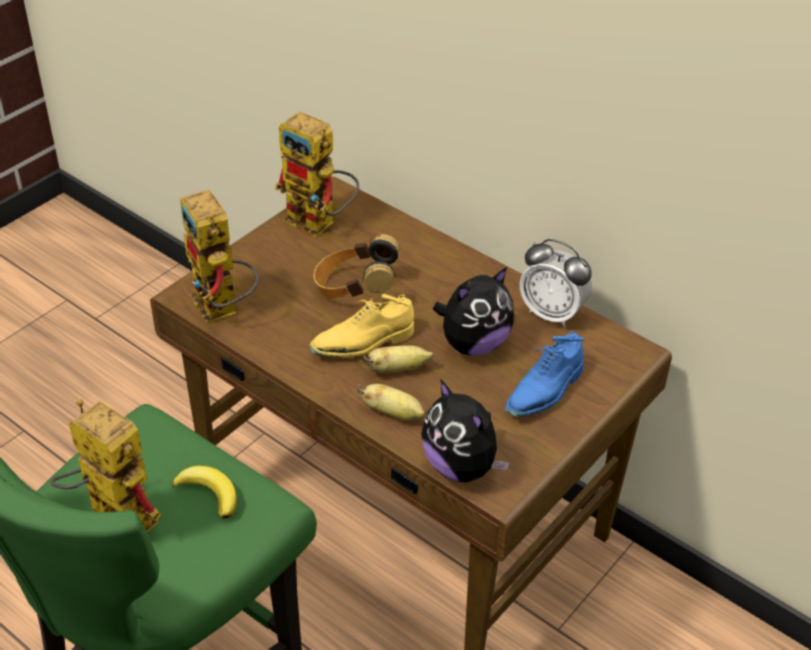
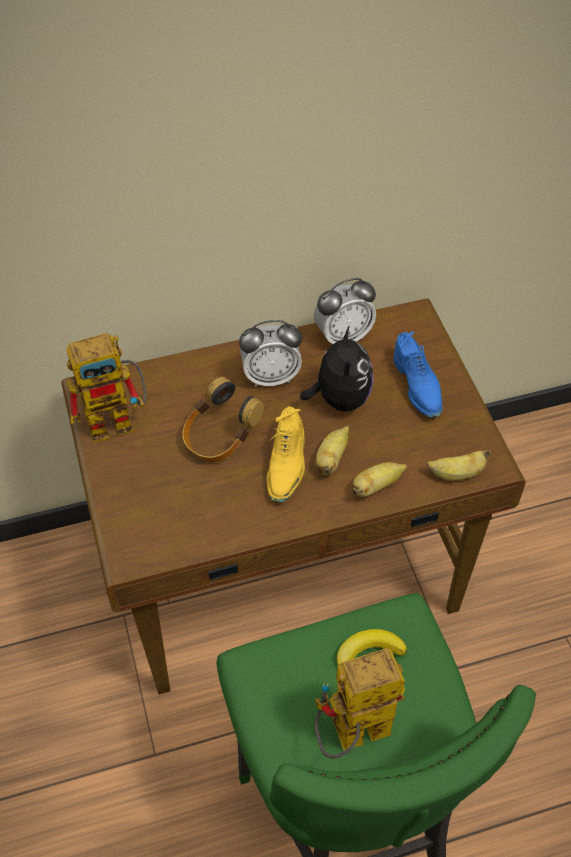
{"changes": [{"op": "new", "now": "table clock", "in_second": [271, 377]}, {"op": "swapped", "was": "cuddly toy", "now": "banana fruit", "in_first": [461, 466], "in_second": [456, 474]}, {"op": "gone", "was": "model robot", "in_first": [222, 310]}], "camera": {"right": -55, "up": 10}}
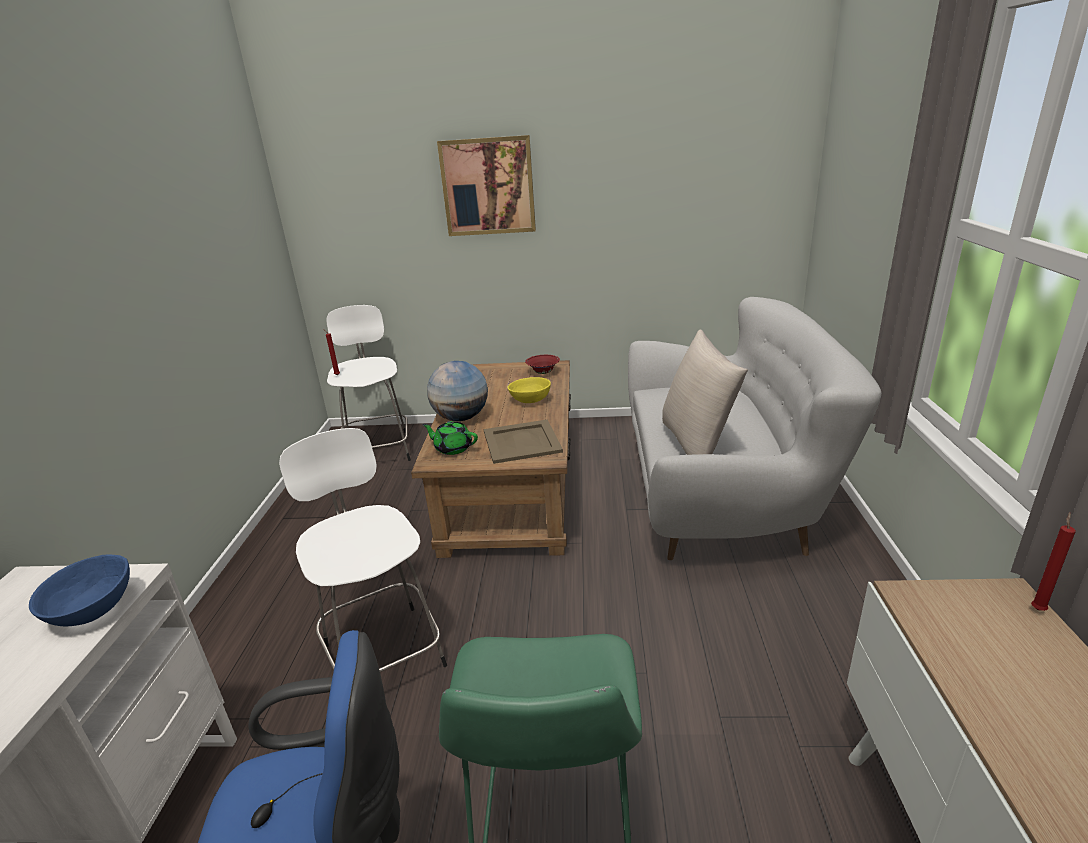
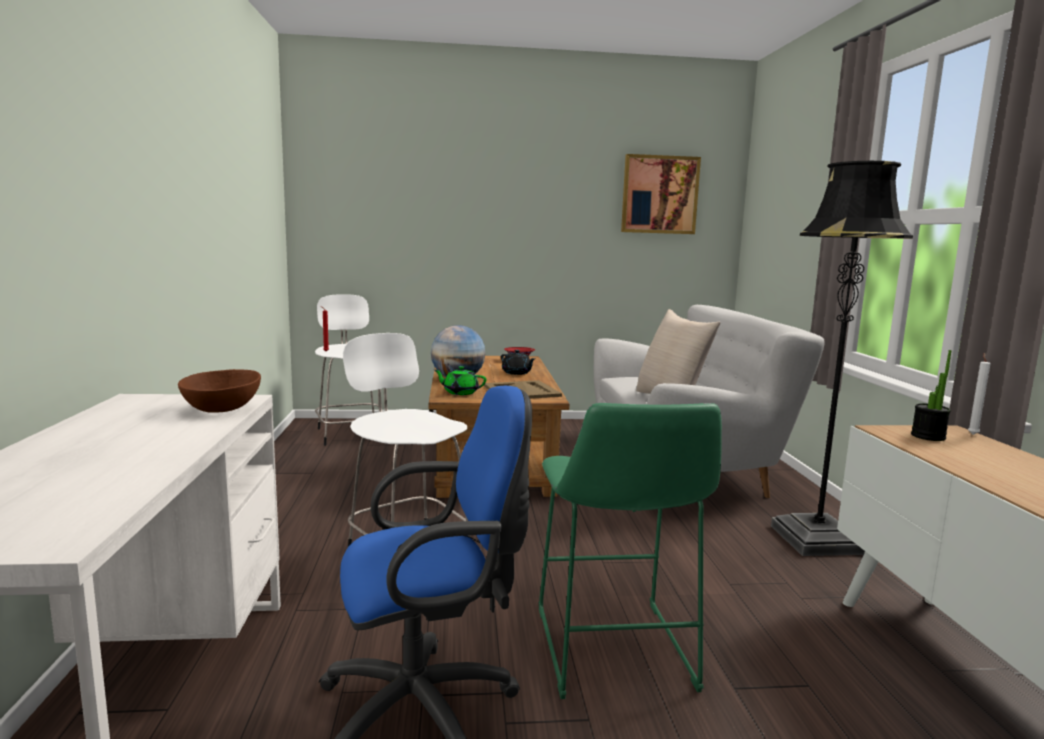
{"changes": [{"op": "repainted", "was": "deep dish (blue-coloured)", "now": "deep dish (brownish)", "in_first": [93, 609], "in_second": [222, 408]}, {"op": "swapped", "was": "deep dish (yellowish)", "now": "tea pot (black-coloured)", "in_first": [531, 400], "in_second": [517, 373]}, {"op": "shifted", "was": "wall picture", "in_first": [488, 186], "in_second": [659, 195]}, {"op": "new", "now": "standing lamp (black-coloured)", "in_second": [817, 540]}, {"op": "new", "now": "plant in a pot", "in_second": [928, 436]}, {"op": "repainted", "was": "candle (reddish)", "now": "candle (white)", "in_first": [1037, 608], "in_second": [972, 434]}], "camera": {"right": -10, "up": -15}}
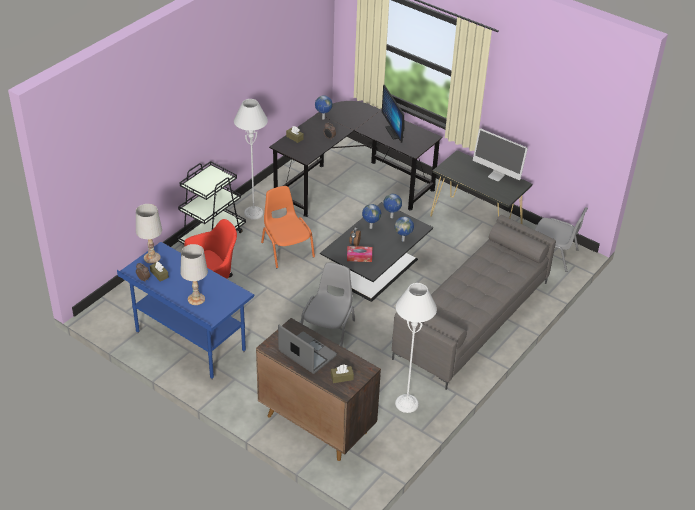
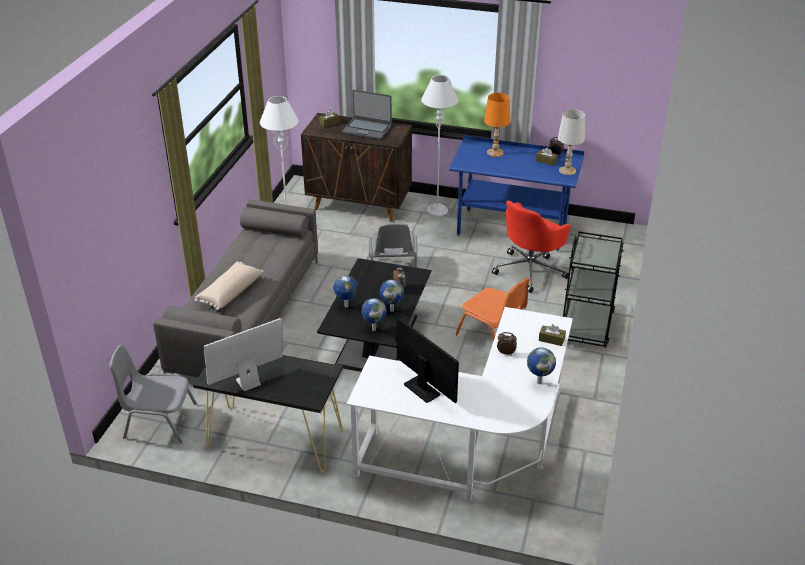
{"changes": [{"op": "new", "now": "cushion (beige)", "in_second": [229, 292]}, {"op": "rotated", "was": "computer screen", "in_first": [496, 176], "in_second": [248, 382], "clockwise": -45}, {"op": "repainted", "was": "desk table (black-coloured)", "now": "desk table (white)", "in_first": [352, 184], "in_second": [476, 449]}, {"op": "shifted", "was": "standing lamp (gray)", "in_first": [253, 213], "in_second": [437, 210]}, {"op": "repainted", "was": "table lamp (white)", "now": "table lamp (orangey)", "in_first": [196, 299], "in_second": [495, 153]}, {"op": "gone", "was": "box of tissues", "in_first": [359, 257]}], "camera": {"right": 160, "up": -5}}
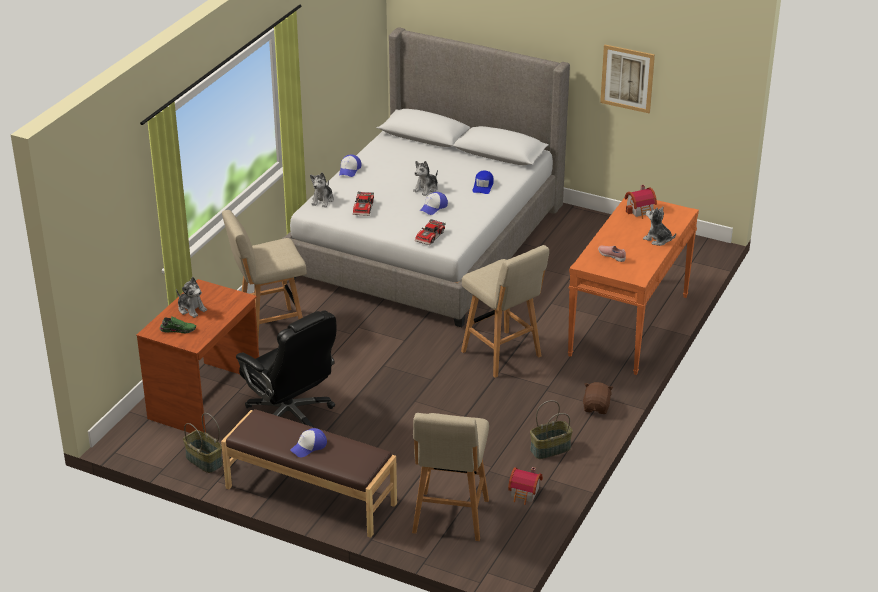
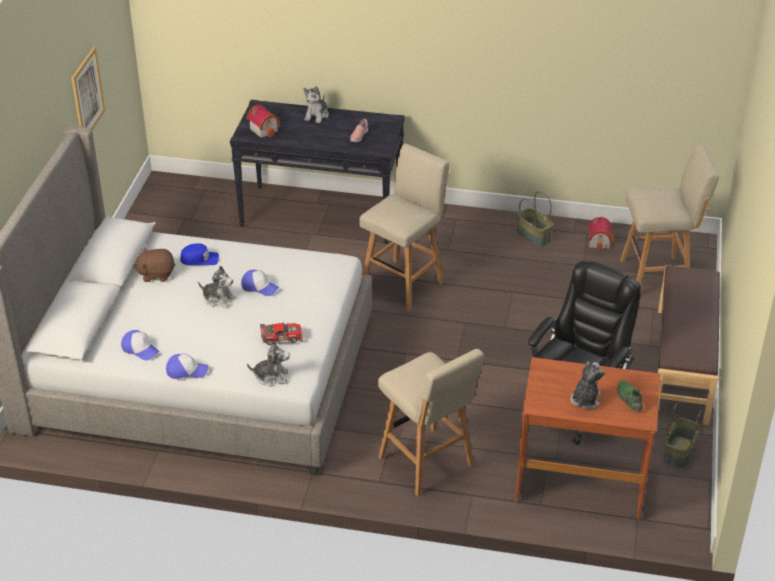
{"changes": [{"op": "shifted", "was": "peaked cap", "in_first": [309, 447], "in_second": [140, 349]}, {"op": "shifted", "was": "cuddly toy (brownish)", "in_first": [596, 407], "in_second": [156, 274]}, {"op": "repainted", "was": "narrow table (orangey)", "now": "narrow table (black-coloured)", "in_first": [629, 326], "in_second": [322, 214]}, {"op": "gone", "was": "toy car", "in_first": [431, 236]}], "camera": {"right": -105, "up": 5}}
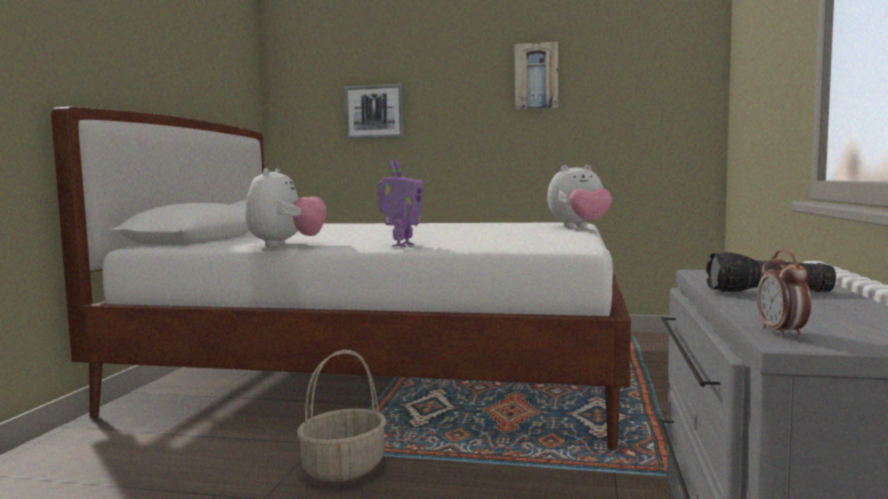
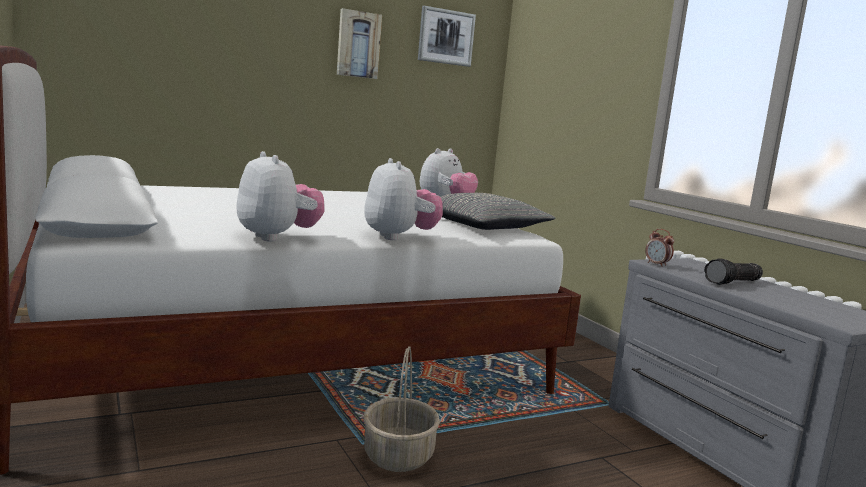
{"changes": [{"op": "swapped", "was": "model robot", "now": "cuddly toy", "in_first": [401, 245], "in_second": [399, 237]}, {"op": "shifted", "was": "wall picture", "in_first": [374, 112], "in_second": [446, 37]}, {"op": "new", "now": "cushion (gray)", "in_second": [483, 225]}, {"op": "shifted", "was": "table clock", "in_first": [782, 333], "in_second": [657, 264]}], "camera": {"right": -40, "up": 5}}
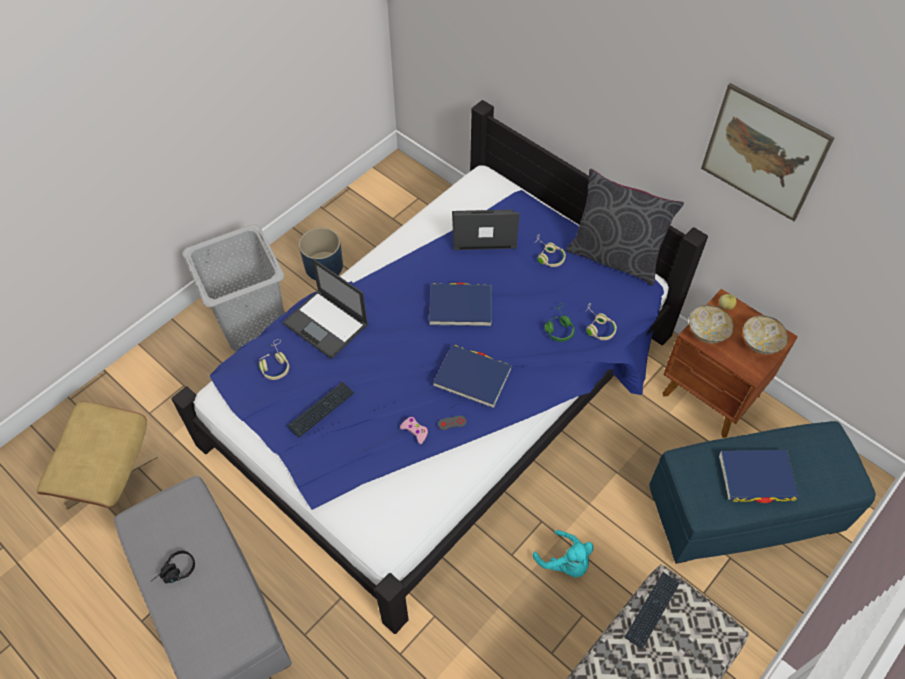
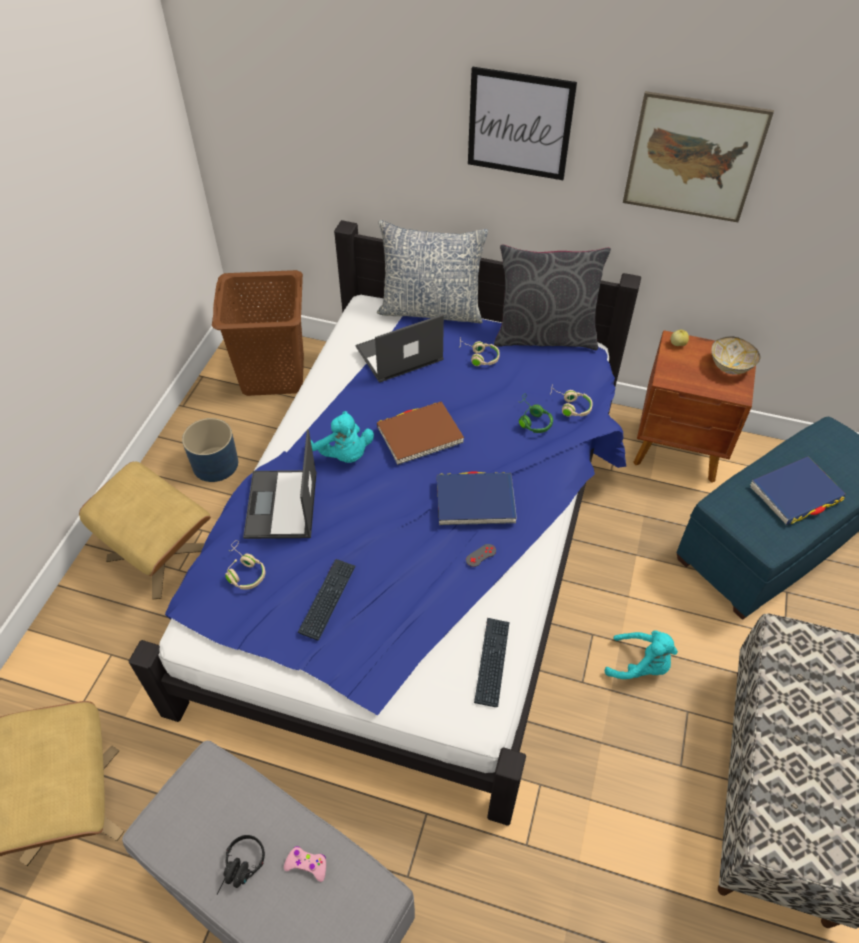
{"changes": [{"op": "swapped", "was": "laundry basket (gray)", "now": "ottoman (beige)", "in_first": [252, 322], "in_second": [161, 553]}, {"op": "new", "now": "laundry basket (brownish)", "in_second": [272, 374]}, {"op": "rotated", "was": "laptop", "in_first": [326, 324], "in_second": [281, 506], "clockwise": 75}, {"op": "shifted", "was": "joypad (pink-coloured)", "in_first": [415, 431], "in_second": [307, 864]}, {"op": "new", "now": "cuddly toy (blue-green)", "in_second": [344, 455]}, {"op": "new", "now": "cushion", "in_second": [431, 309]}, {"op": "repainted", "was": "bound book (blue-coloured)", "now": "bound book (brownish)", "in_first": [460, 307], "in_second": [420, 435]}, {"op": "new", "now": "wall picture", "in_second": [519, 124]}, {"op": "shifted", "was": "computer keyboard", "in_first": [652, 610], "in_second": [492, 662]}, {"op": "gone", "was": "deep dish", "in_first": [707, 333]}], "camera": {"right": -25, "up": -5}}
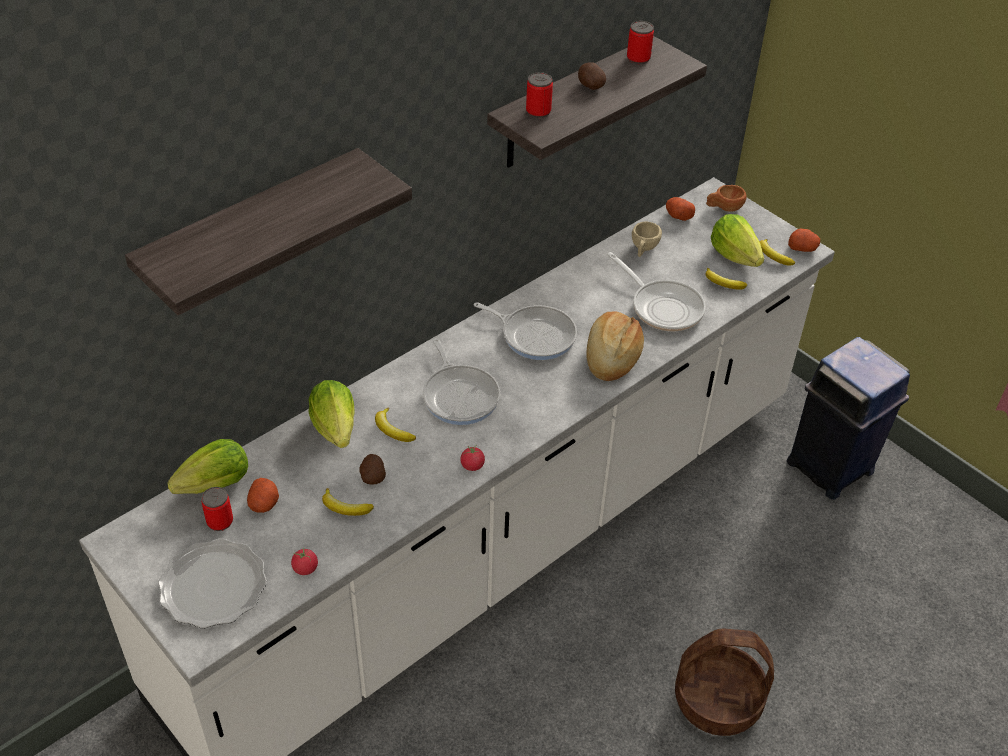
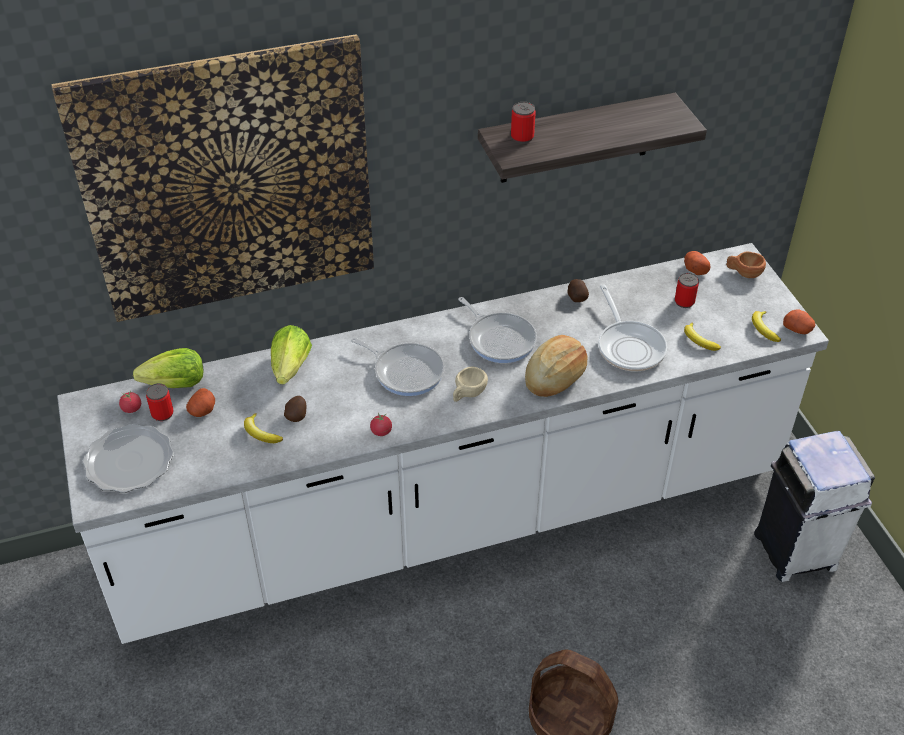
{"changes": [{"op": "swapped", "was": "shelf", "now": "wall picture", "in_first": [252, 233], "in_second": [229, 182]}, {"op": "shifted", "was": "whole tomato", "in_first": [305, 568], "in_second": [132, 408]}, {"op": "rotated", "was": "frying pan", "in_first": [460, 395], "in_second": [406, 371], "clockwise": -60}, {"op": "shifted", "was": "small cup (beige)", "in_first": [643, 249], "in_second": [468, 394]}, {"op": "shifted", "was": "whole potato", "in_first": [590, 86], "in_second": [576, 297]}, {"op": "shifted", "was": "sealed can", "in_first": [638, 58], "in_second": [684, 302]}, {"op": "repainted", "was": "trash can (blue-coloured)", "now": "trash can (white)", "in_first": [831, 468], "in_second": [795, 552]}, {"op": "gone", "was": "banana fruit", "in_first": [392, 430]}, {"op": "gone", "was": "head of lettuce", "in_first": [734, 255]}], "camera": {"right": 25, "up": 0}}
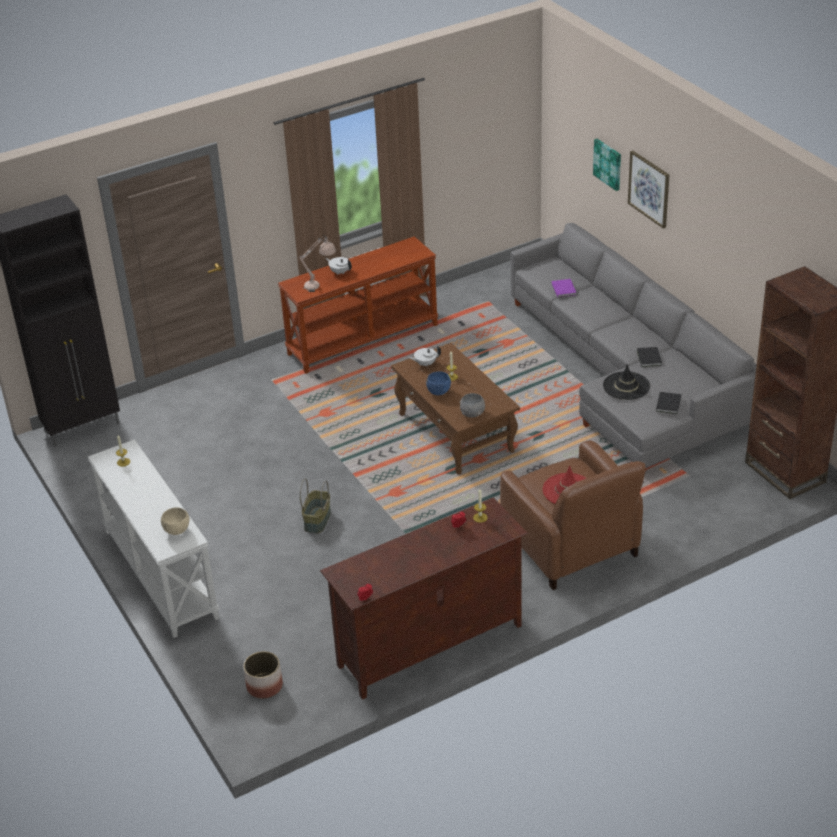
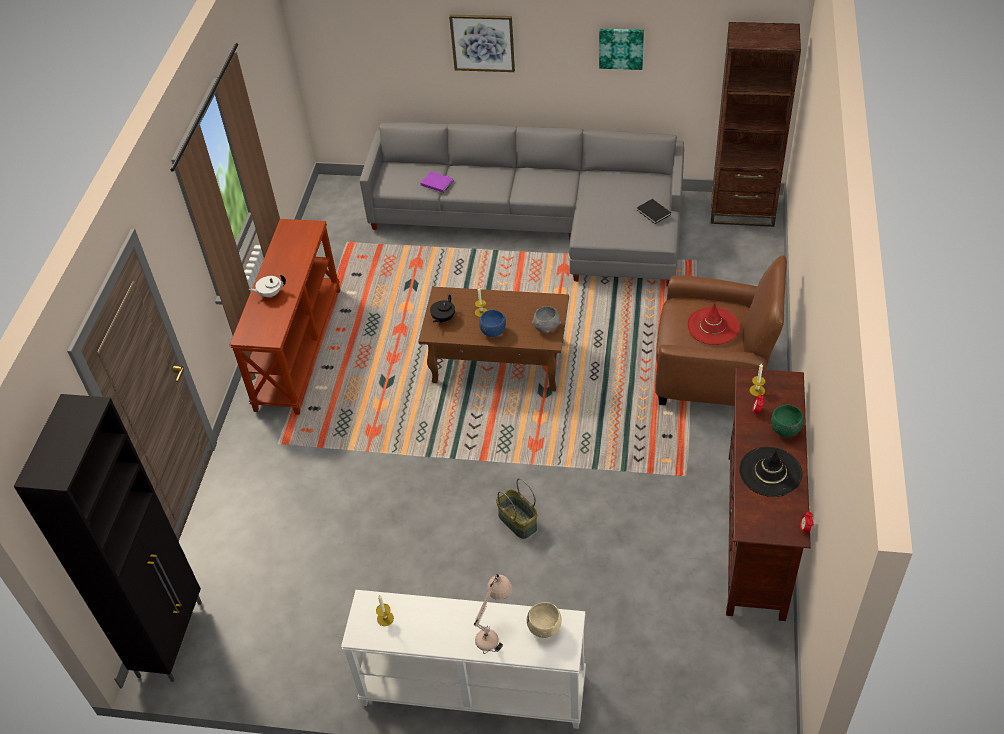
{"changes": [{"op": "repainted", "was": "tea pot (white)", "now": "tea pot (black-coloured)", "in_first": [425, 364], "in_second": [443, 318]}, {"op": "shifted", "was": "table lamp (beige)", "in_first": [320, 285], "in_second": [495, 630]}, {"op": "shifted", "was": "wall picture", "in_first": [608, 164], "in_second": [621, 48]}, {"op": "shifted", "was": "hat (black-coloured)", "in_first": [626, 386], "in_second": [770, 472]}, {"op": "new", "now": "deep dish (green)", "in_second": [784, 430]}, {"op": "gone", "was": "plant pot", "in_first": [264, 686]}, {"op": "gone", "was": "bound book (black-coloured)", "in_first": [648, 358]}], "camera": {"right": -50, "up": 10}}
